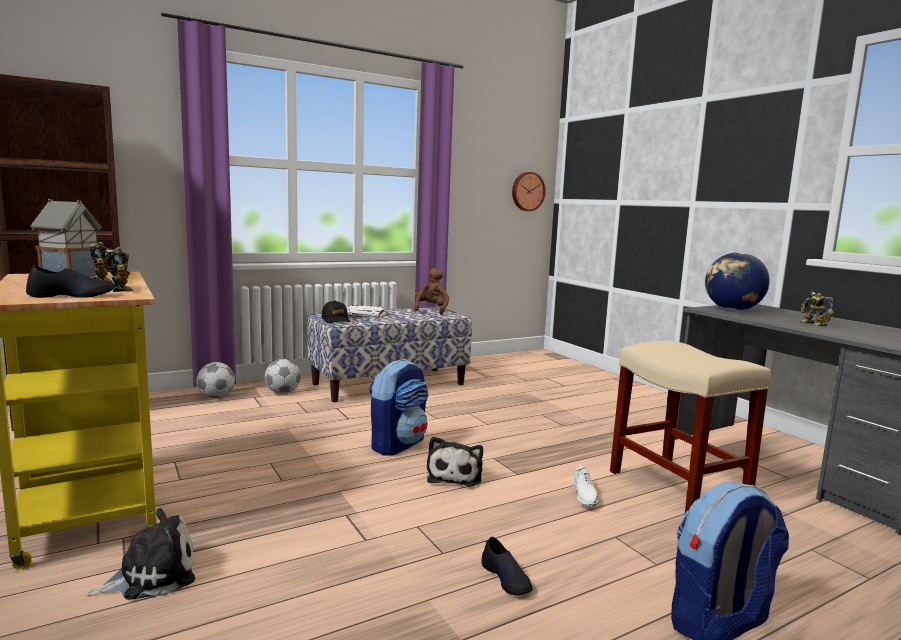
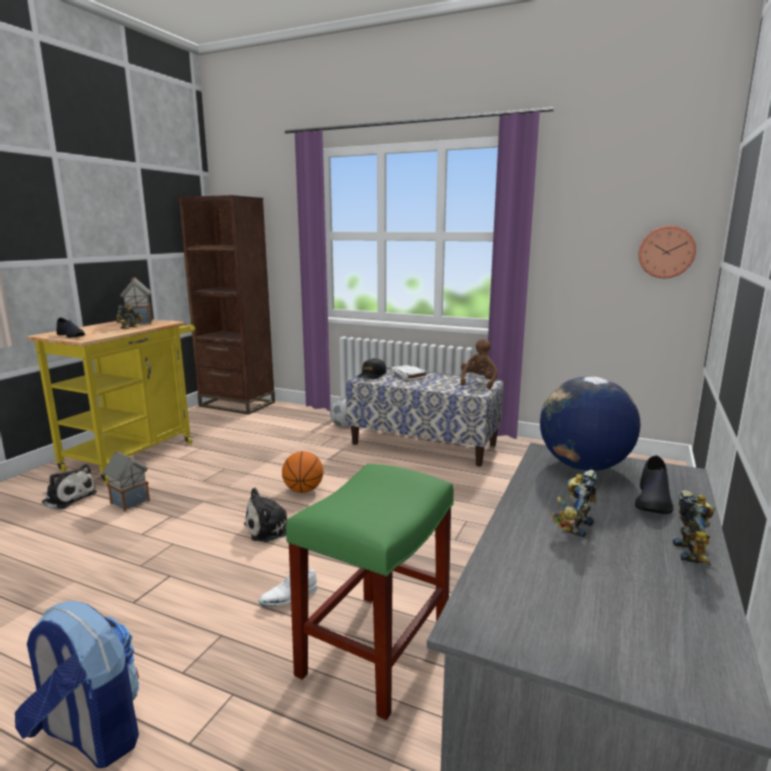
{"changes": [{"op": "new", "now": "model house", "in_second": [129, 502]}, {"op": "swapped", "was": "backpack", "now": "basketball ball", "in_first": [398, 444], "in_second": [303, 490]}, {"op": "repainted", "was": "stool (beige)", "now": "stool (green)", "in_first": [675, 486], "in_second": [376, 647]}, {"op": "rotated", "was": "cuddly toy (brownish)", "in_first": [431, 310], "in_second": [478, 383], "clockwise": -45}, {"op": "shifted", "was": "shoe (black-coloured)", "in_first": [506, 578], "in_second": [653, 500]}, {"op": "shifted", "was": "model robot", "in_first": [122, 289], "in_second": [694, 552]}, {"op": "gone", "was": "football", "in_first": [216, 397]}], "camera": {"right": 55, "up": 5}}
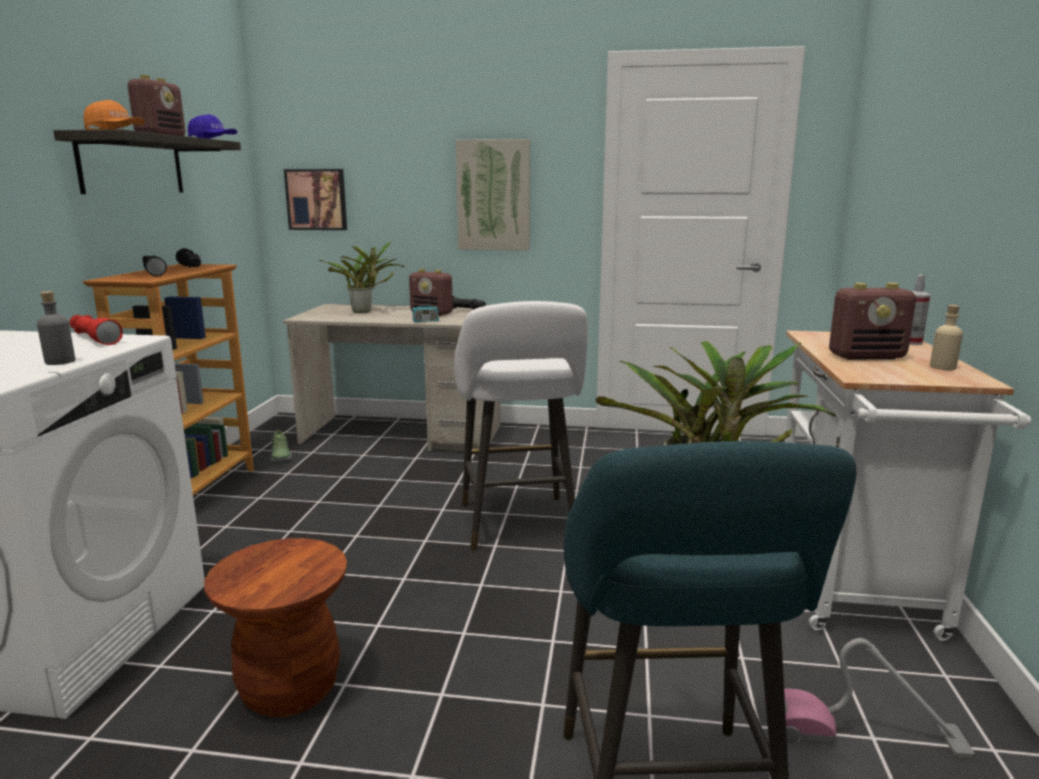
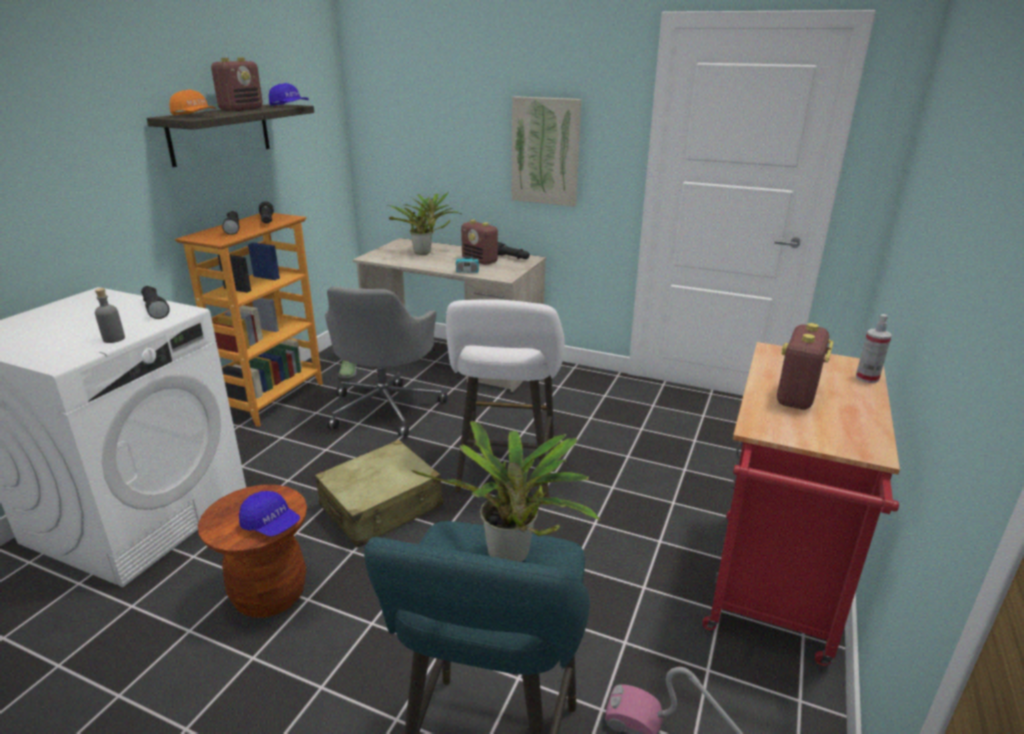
{"changes": [{"op": "repainted", "was": "torch (reddish)", "now": "torch (black-coloured)", "in_first": [94, 339], "in_second": [154, 308]}, {"op": "new", "now": "peaked cap (blue-coloured)", "in_second": [271, 525]}, {"op": "new", "now": "travel case (beige)", "in_second": [382, 507]}, {"op": "new", "now": "desk chair (gray)", "in_second": [386, 407]}, {"op": "repainted", "was": "cart (white)", "now": "cart (reddish)", "in_first": [855, 588], "in_second": [772, 593]}, {"op": "rotated", "was": "radio set", "in_first": [867, 356], "in_second": [796, 396], "clockwise": 105}, {"op": "gone", "was": "wall picture", "in_first": [317, 199]}, {"op": "gone", "was": "bottle (beige)", "in_first": [943, 367]}], "camera": {"right": 15, "up": 10}}
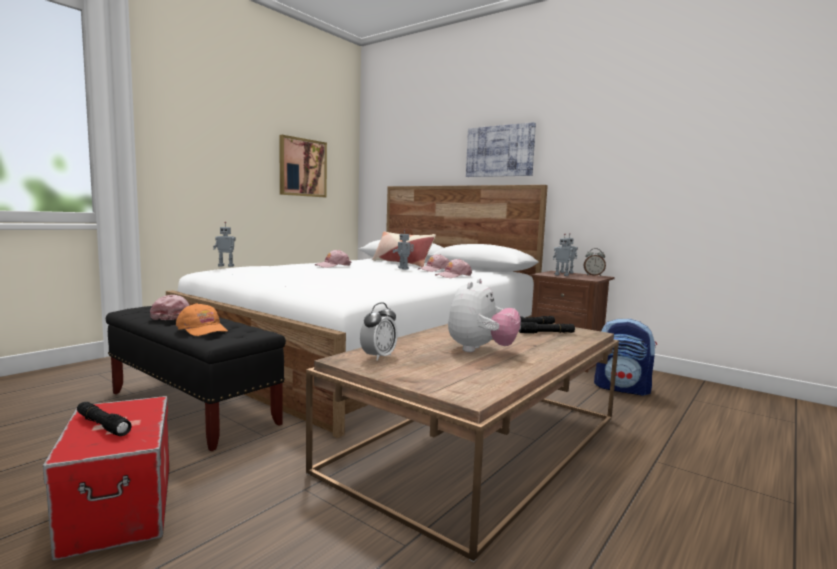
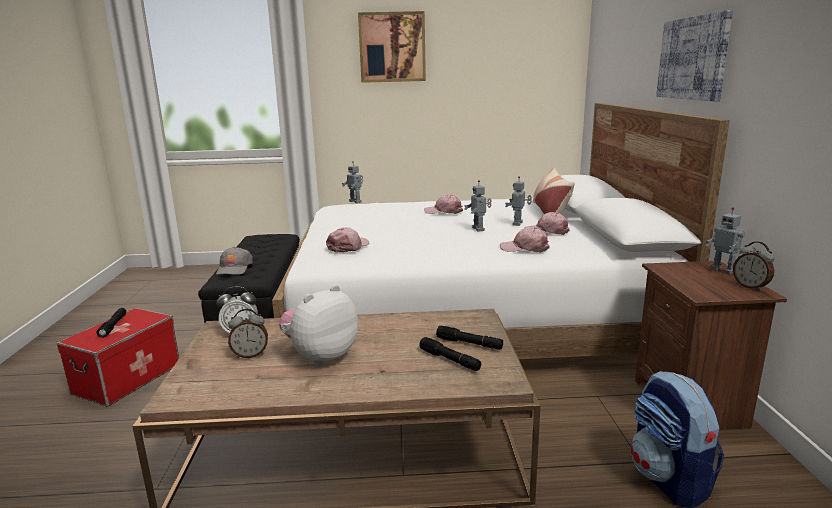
{"changes": [{"op": "repainted", "was": "peaked cap (orangey)", "now": "peaked cap (gray)", "in_first": [202, 329], "in_second": [234, 268]}, {"op": "new", "now": "table clock", "in_second": [250, 355]}, {"op": "rotated", "was": "cuddly toy", "in_first": [480, 350], "in_second": [321, 356], "clockwise": 150}, {"op": "shifted", "was": "peaked cap (pink-coloured)", "in_first": [172, 316], "in_second": [348, 247]}, {"op": "shifted", "was": "wall picture", "in_first": [302, 167], "in_second": [392, 47]}, {"op": "shifted", "was": "model robot", "in_first": [561, 275], "in_second": [479, 229]}], "camera": {"right": 50, "up": 10}}
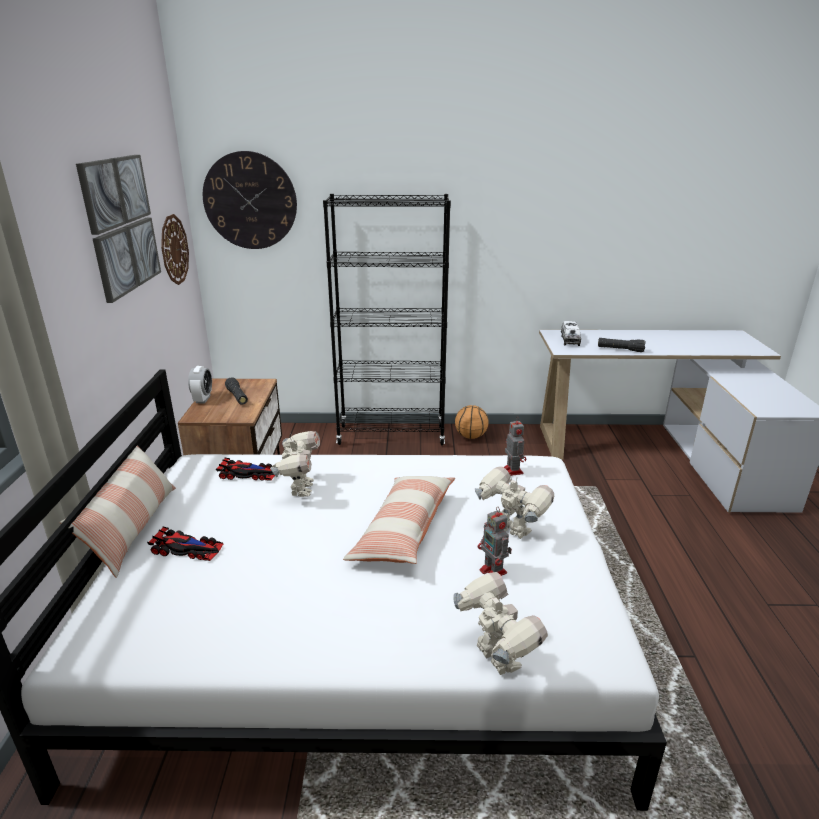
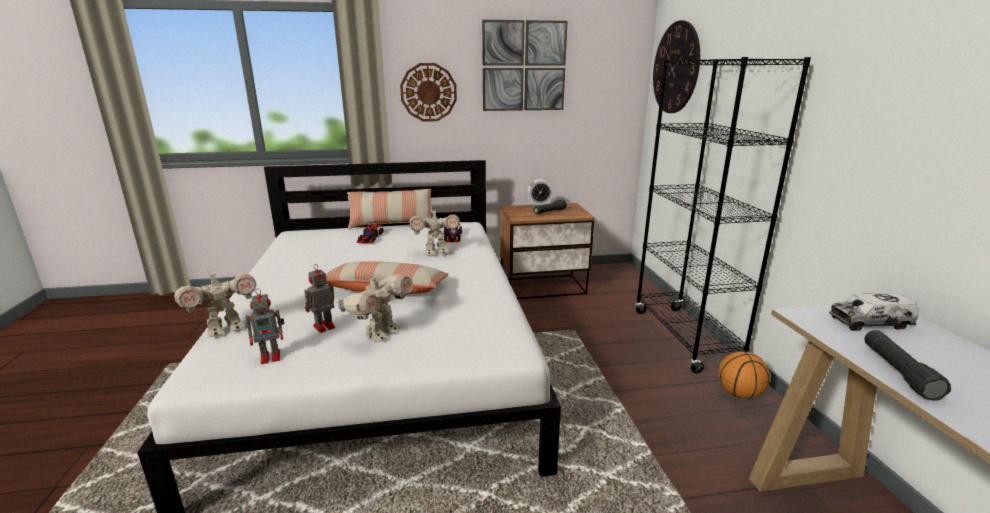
{"changes": [{"op": "shifted", "was": "model robot", "in_first": [512, 470], "in_second": [272, 356]}, {"op": "shifted", "was": "wall clock", "in_first": [174, 249], "in_second": [428, 92]}], "camera": {"right": 80, "up": -5}}
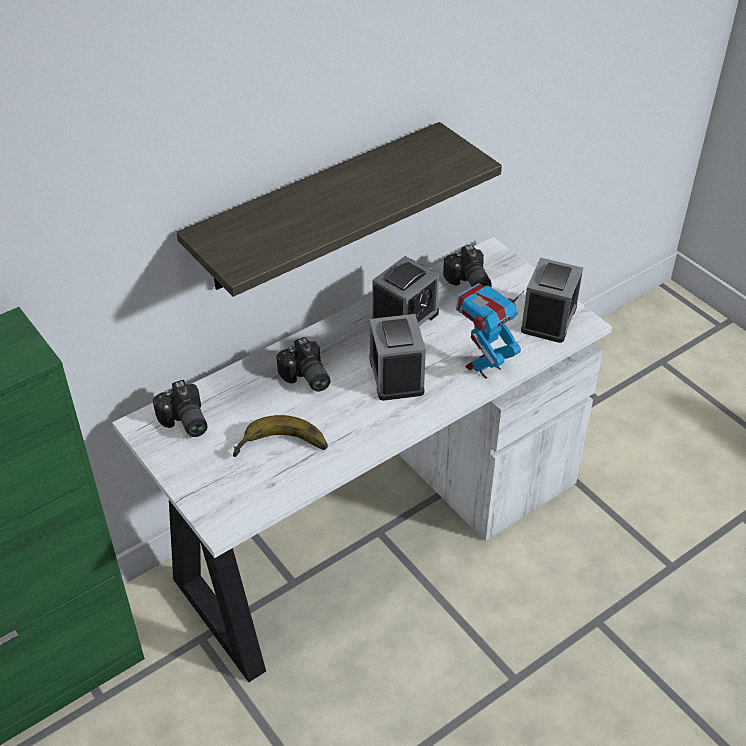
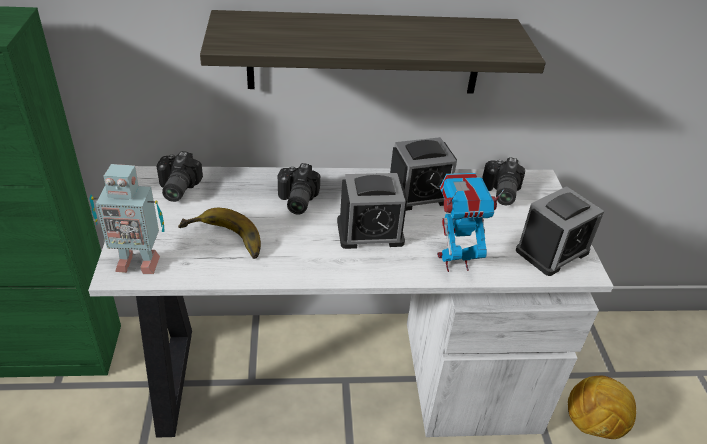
{"changes": [{"op": "new", "now": "model robot", "in_second": [137, 262]}, {"op": "rotated", "was": "table clock", "in_first": [396, 375], "in_second": [370, 232], "clockwise": -120}, {"op": "new", "now": "football", "in_second": [593, 425]}], "camera": {"right": 30, "up": -5}}
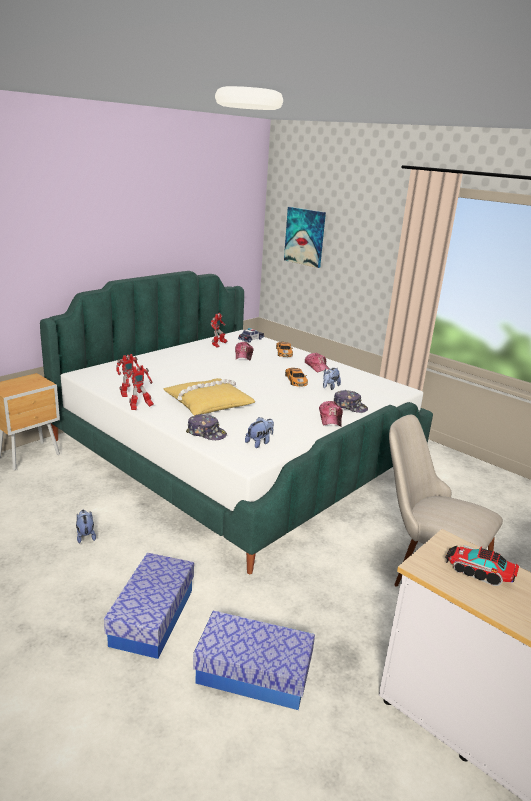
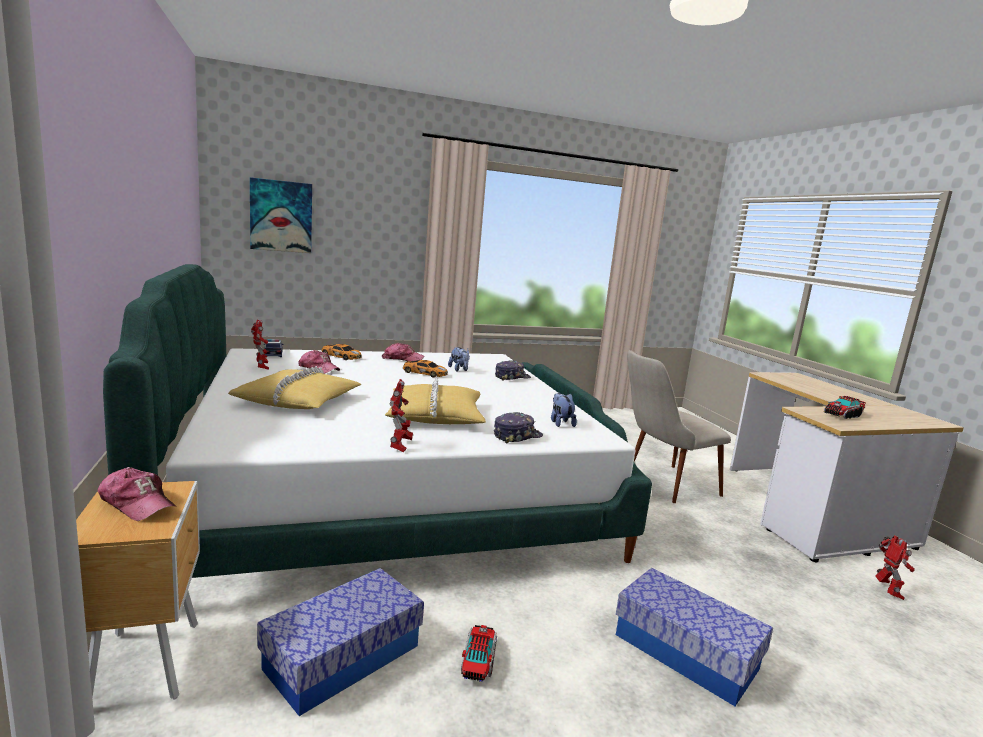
{"changes": [{"op": "shifted", "was": "peaked cap", "in_first": [330, 419], "in_second": [137, 503]}, {"op": "new", "now": "cushion (yellowish)", "in_second": [298, 400]}, {"op": "shifted", "was": "storage bin", "in_first": [253, 673], "in_second": [342, 657]}, {"op": "swapped", "was": "cuddly toy", "now": "toy lorry", "in_first": [85, 535], "in_second": [478, 661]}, {"op": "shifted", "was": "model robot", "in_first": [130, 394], "in_second": [887, 591]}], "camera": {"right": -60, "up": -10}}
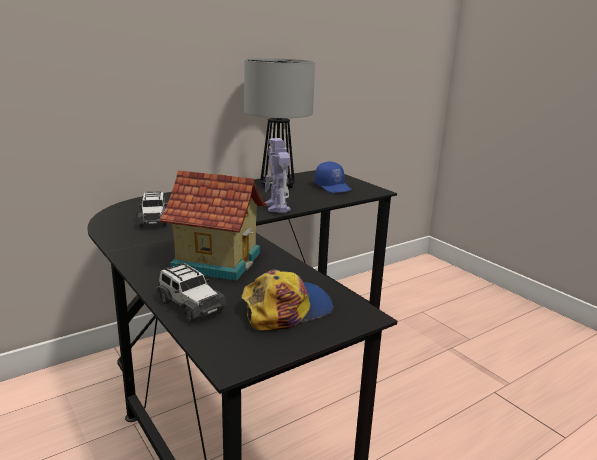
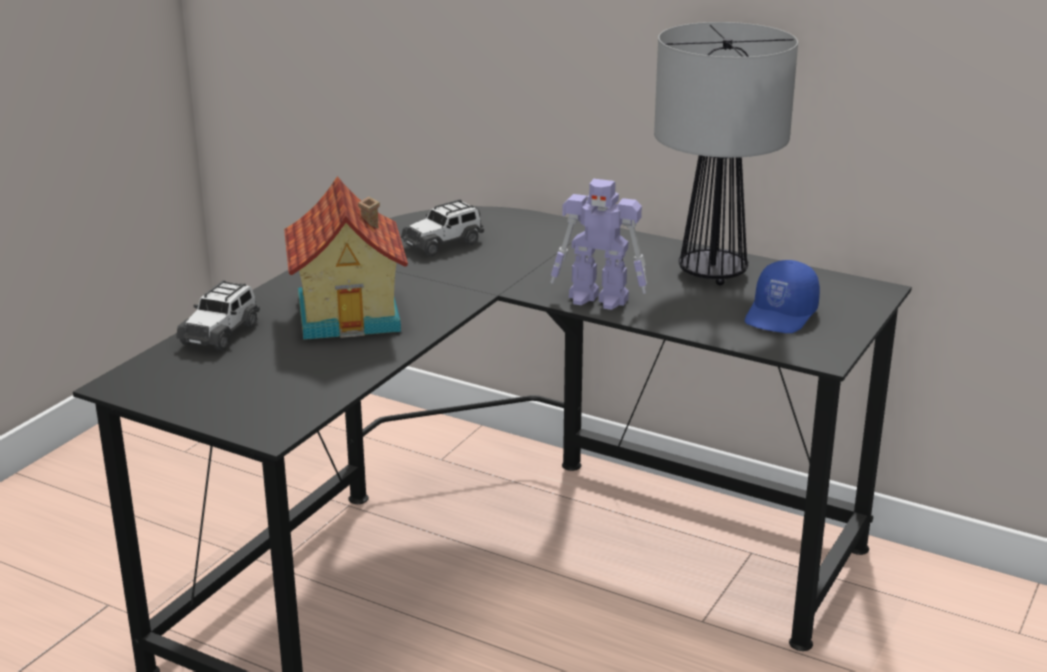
{"changes": [{"op": "rotated", "was": "model robot", "in_first": [277, 207], "in_second": [599, 299], "clockwise": -120}, {"op": "gone", "was": "peaked cap", "in_first": [287, 309]}], "camera": {"right": 65, "up": 5}}
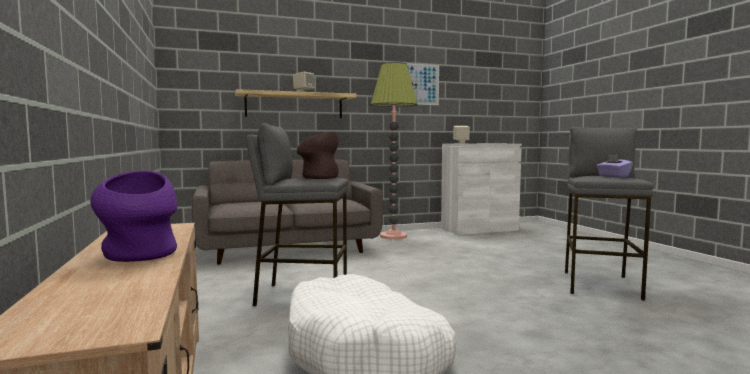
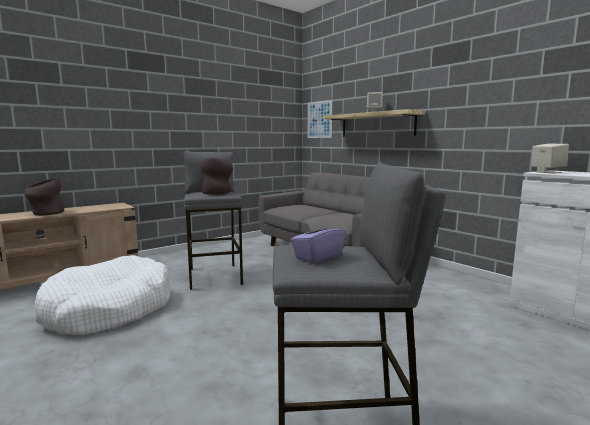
{"changes": [{"op": "repainted", "was": "decorative vase (purplish)", "now": "decorative vase (brownish)", "in_first": [140, 256], "in_second": [45, 213]}, {"op": "shifted", "was": "wall picture", "in_first": [420, 84], "in_second": [319, 119]}, {"op": "gone", "was": "standing lamp", "in_first": [393, 236]}], "camera": {"right": 70, "up": 5}}
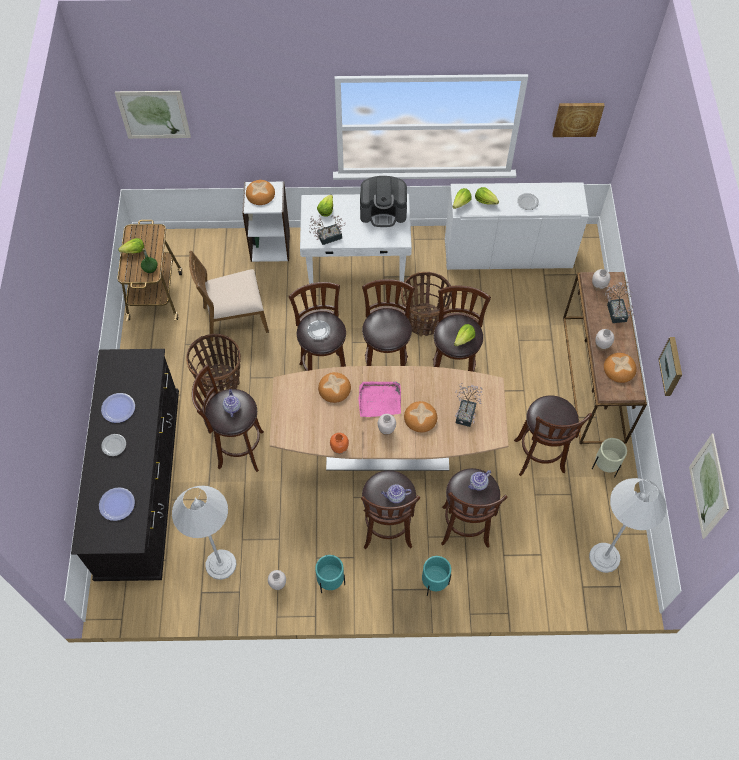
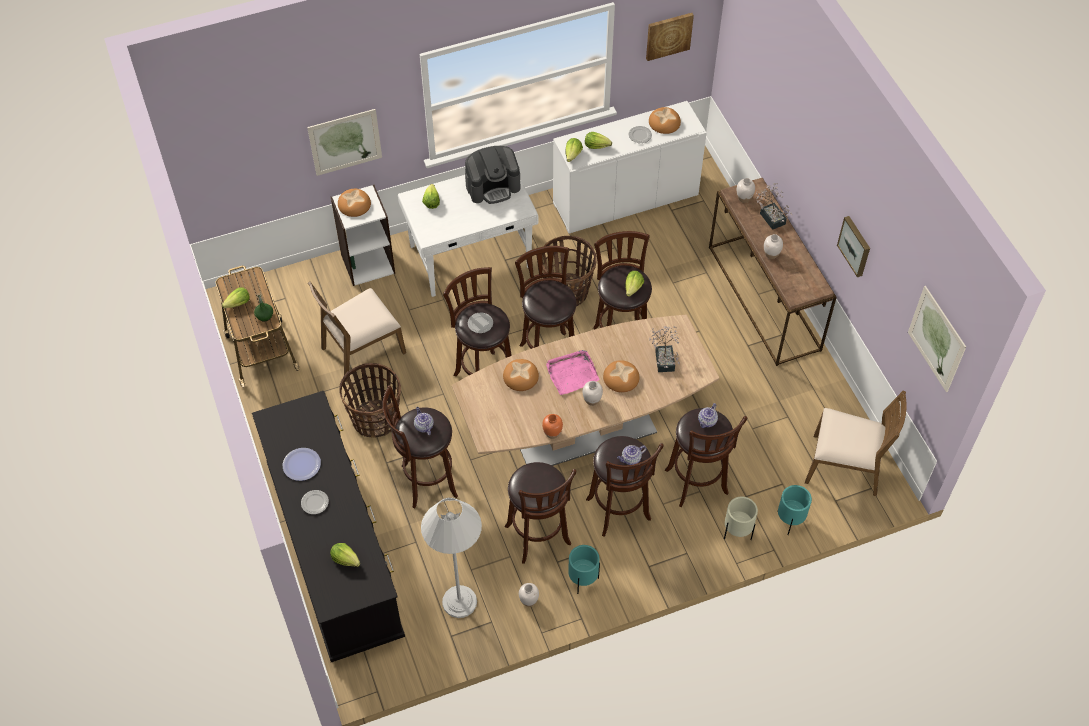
{"changes": [{"op": "shifted", "was": "wall picture", "in_first": [153, 114], "in_second": [345, 142]}, {"op": "swapped", "was": "plate", "now": "head of lettuce", "in_first": [117, 504], "in_second": [346, 559]}, {"op": "shifted", "was": "stool (brownish)", "in_first": [539, 459], "in_second": [539, 538]}, {"op": "shifted", "was": "bread", "in_first": [619, 369], "in_second": [664, 122]}, {"op": "shifted", "was": "plant pot (beige)", "in_first": [605, 467], "in_second": [737, 532]}, {"op": "shifted", "was": "plant pot (blue-green)", "in_first": [434, 583], "in_second": [789, 521]}, {"op": "swapped", "was": "standing lamp (white)", "now": "upright chair (brownish)", "in_first": [604, 558], "in_second": [845, 466]}, {"op": "gone", "was": "plant in a pot", "in_first": [326, 237]}], "camera": {"right": -20, "up": -5}}
